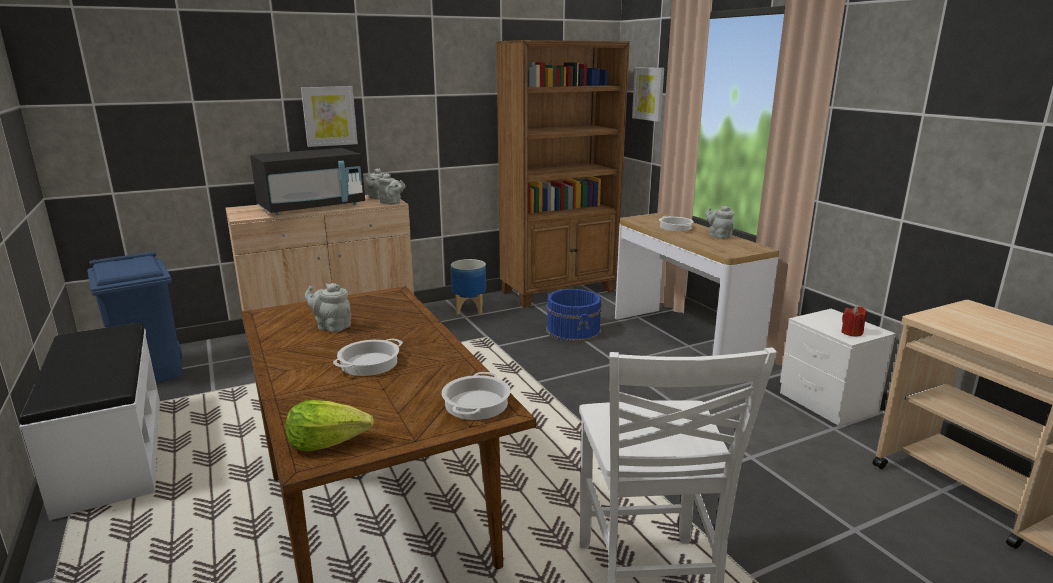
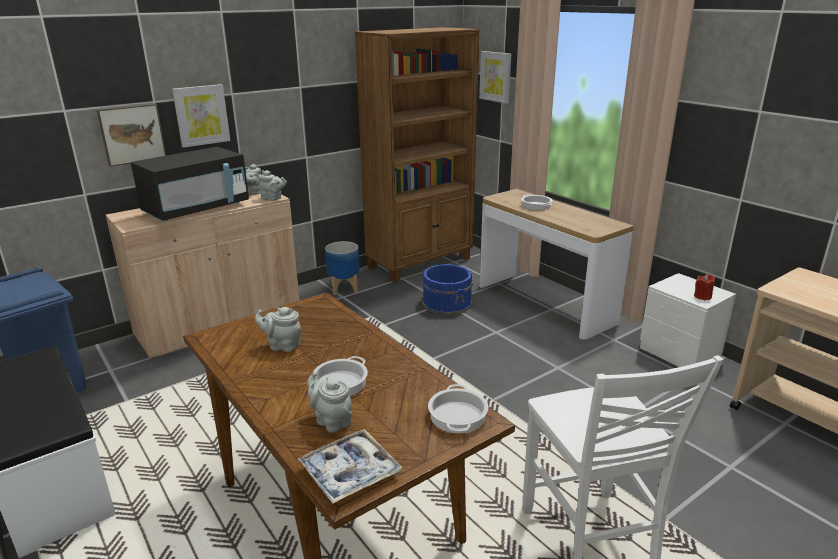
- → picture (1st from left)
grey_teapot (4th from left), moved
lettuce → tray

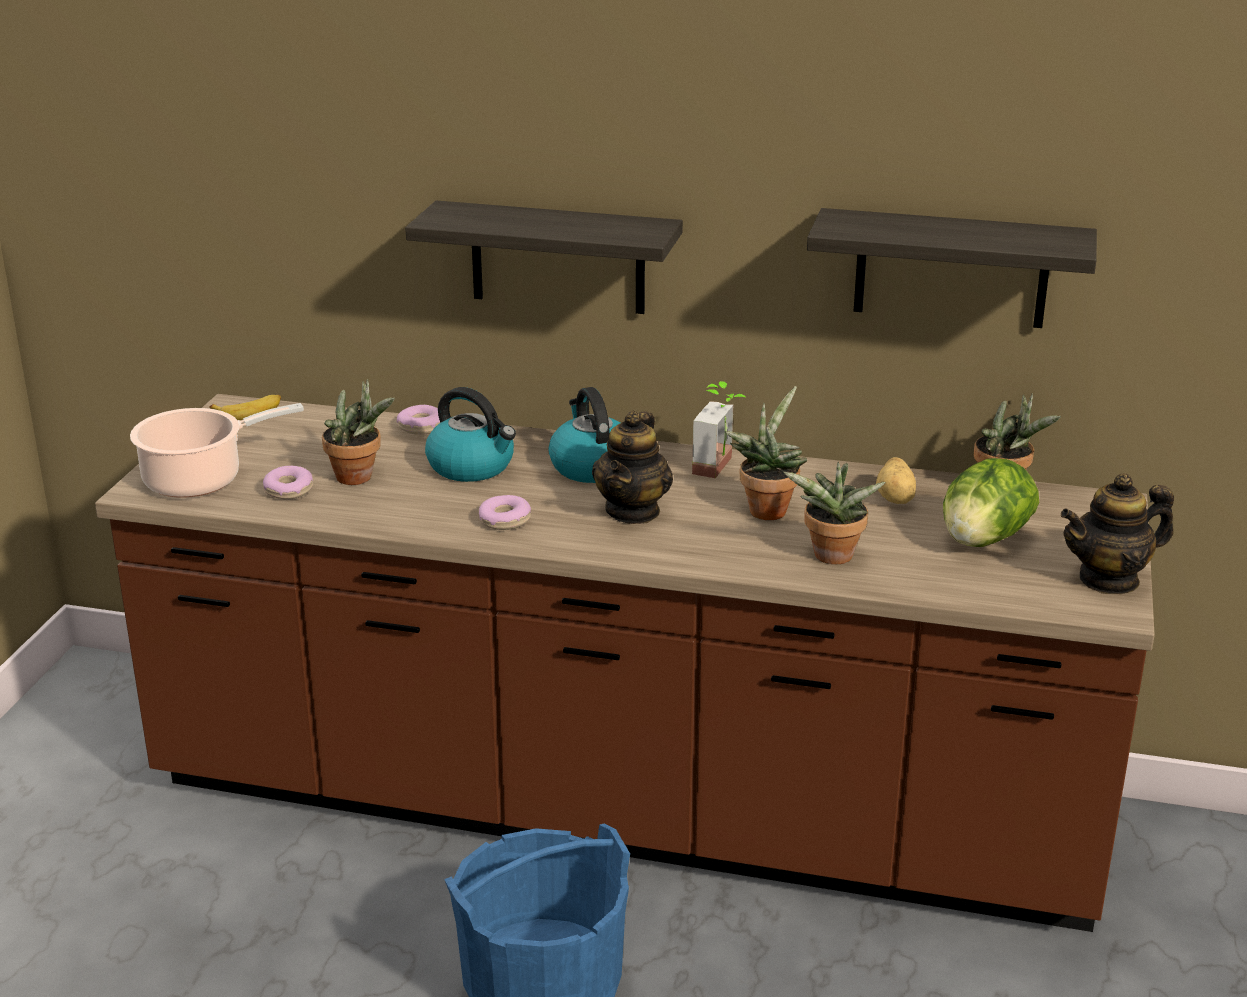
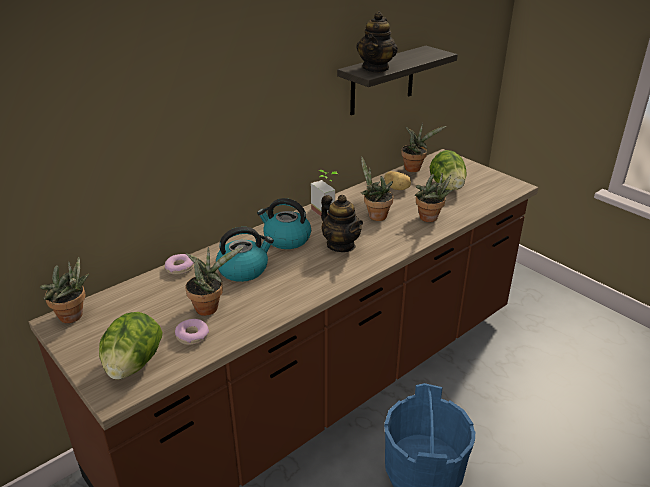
shelf (1st from left) → -
donut (3rd from left) → -
teapot (2nd from left), moved
cooking_pot → lettuce (1st from left)
banana → potted_plant (1st from left)

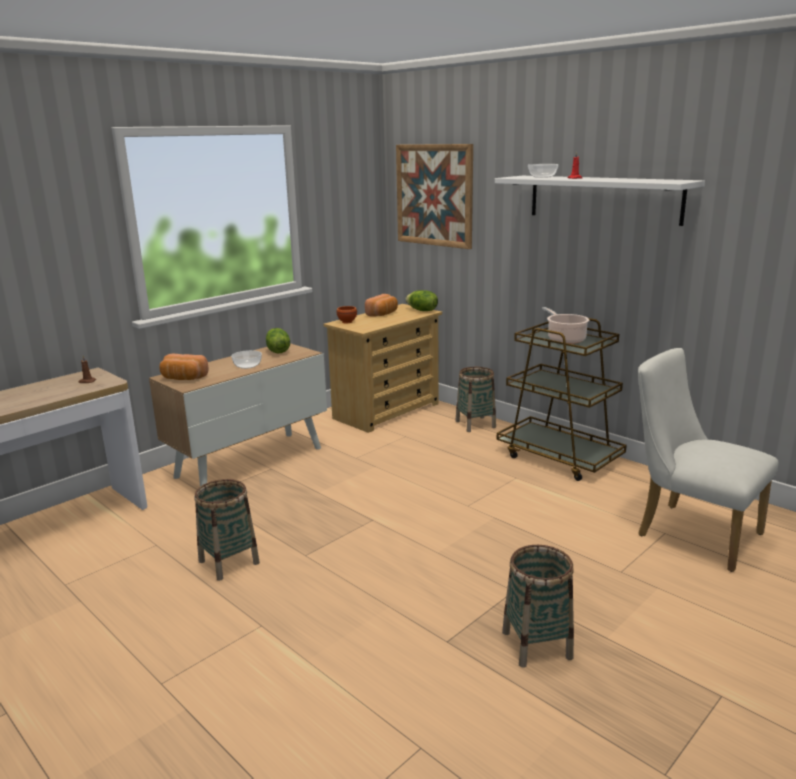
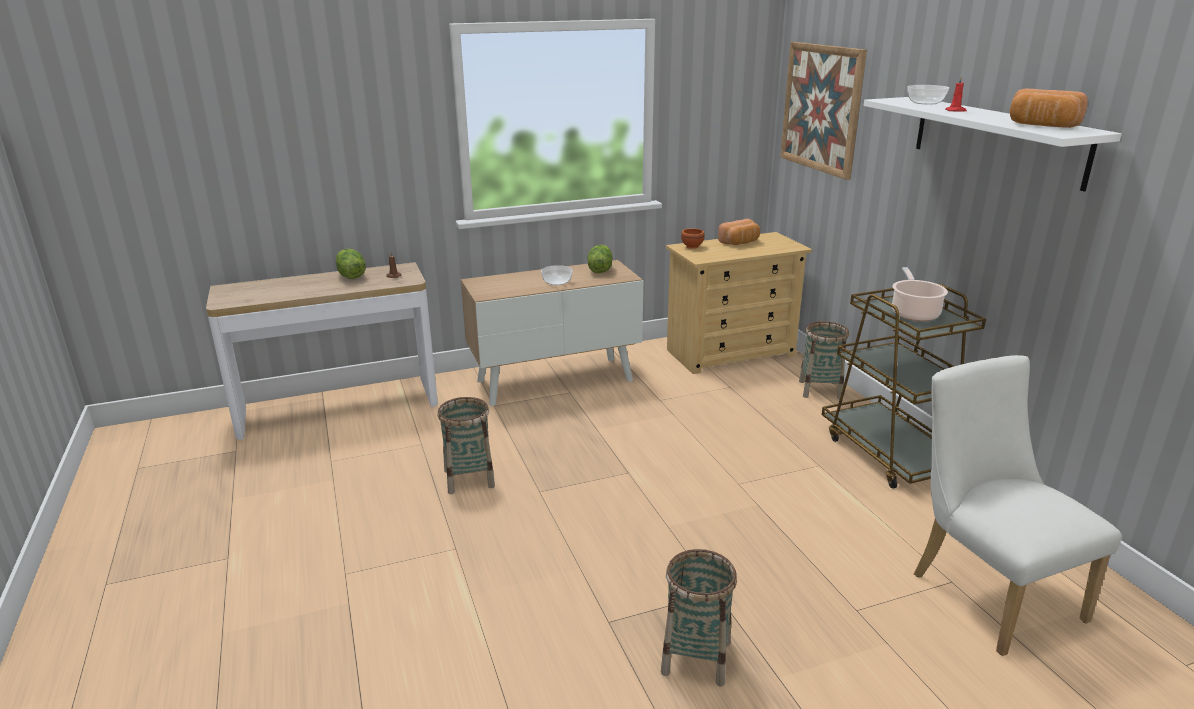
bread (1st from left in the first image) → bread (2nd from left), moved
lettuce (2nd from left in the first image) → lettuce (1st from left), moved

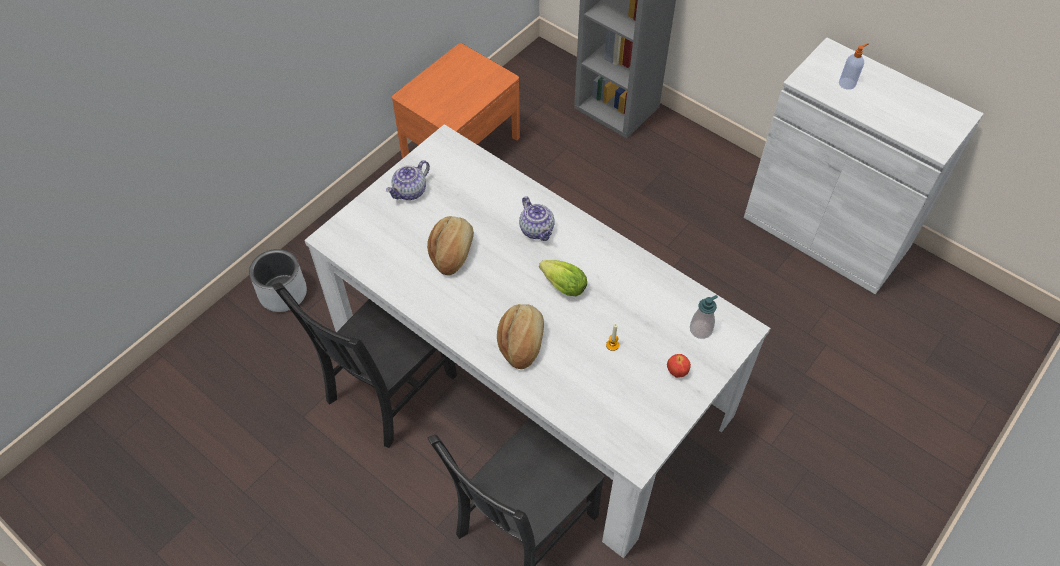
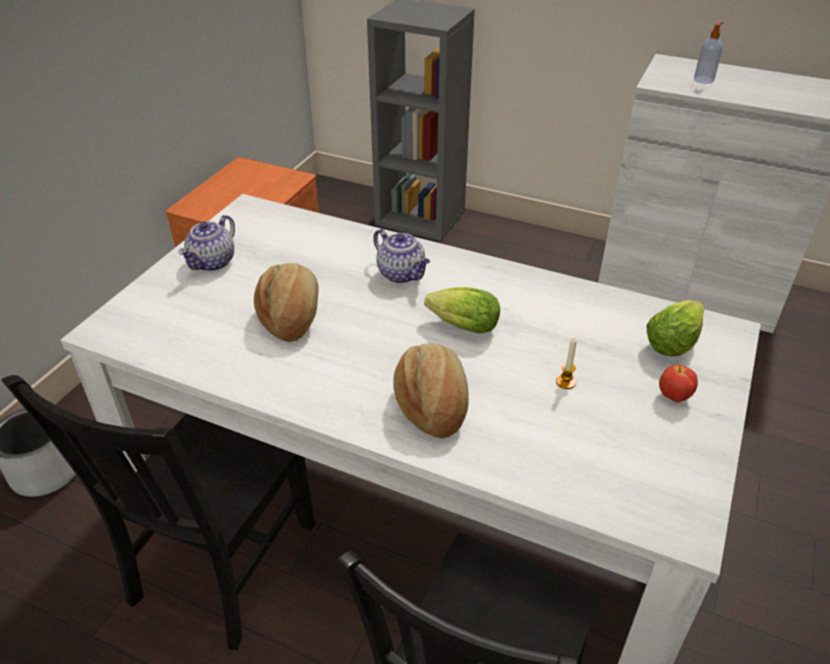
soap_dispenser (1st from left) → lettuce (2nd from left)

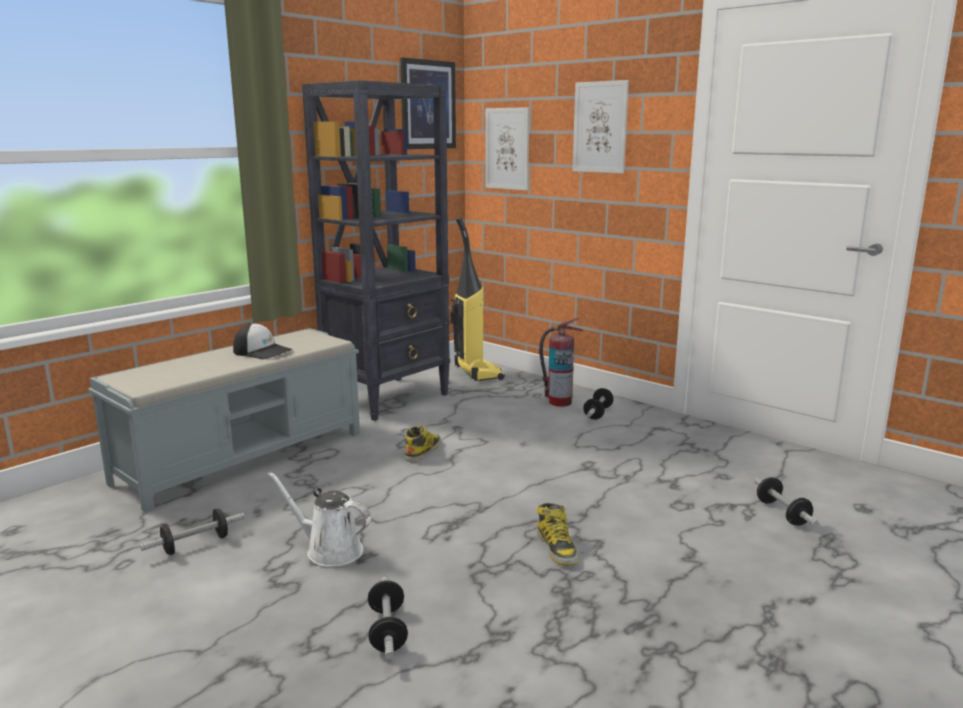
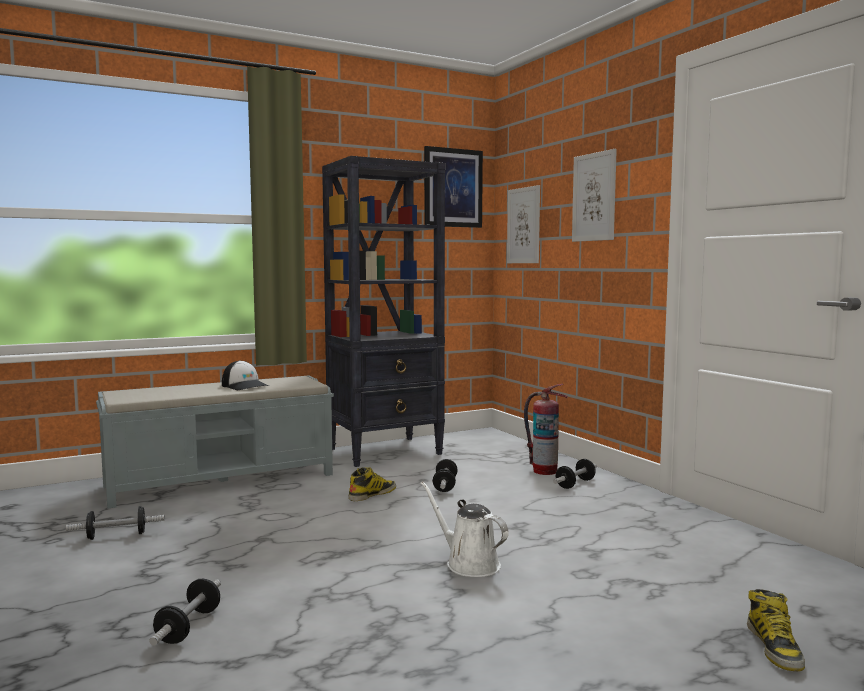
vacuum_cleaner → -
white_watering_can, moved
boot (2nd from left), moved
dumbbell (4th from left in the first image) → dumbbell (3rd from left), moved

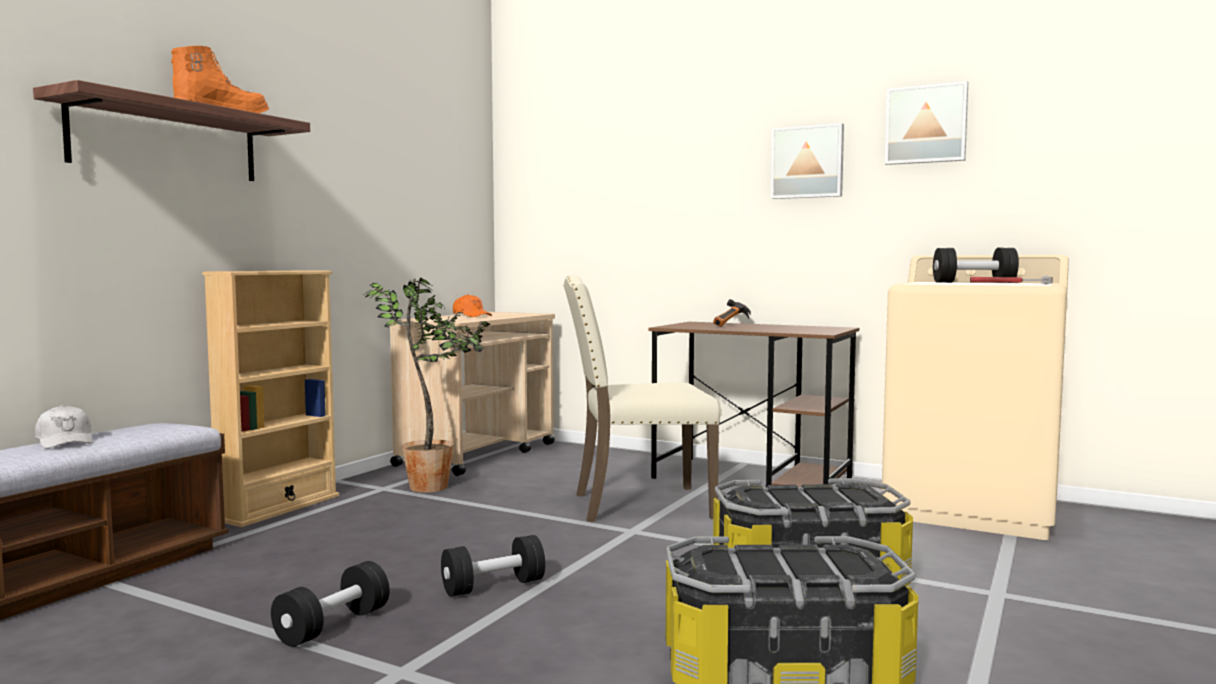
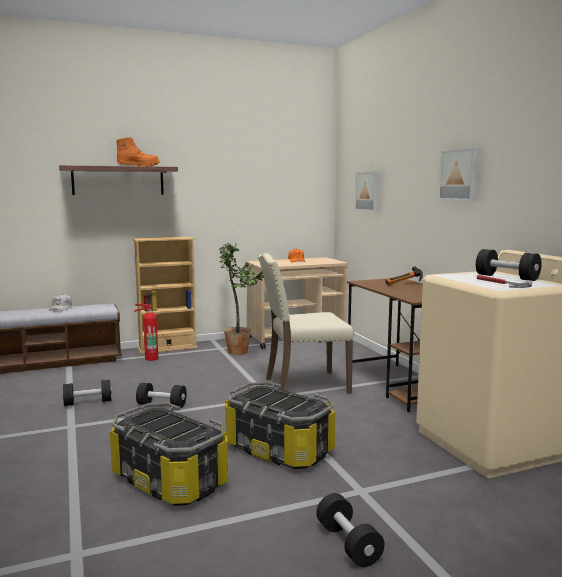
- → fire_extinguisher
- → black_dumbbell (3rd from left)
picture (2nd from left in the first image) → picture (1st from left), moved
beige_chair, 45 degrees counterclockwise

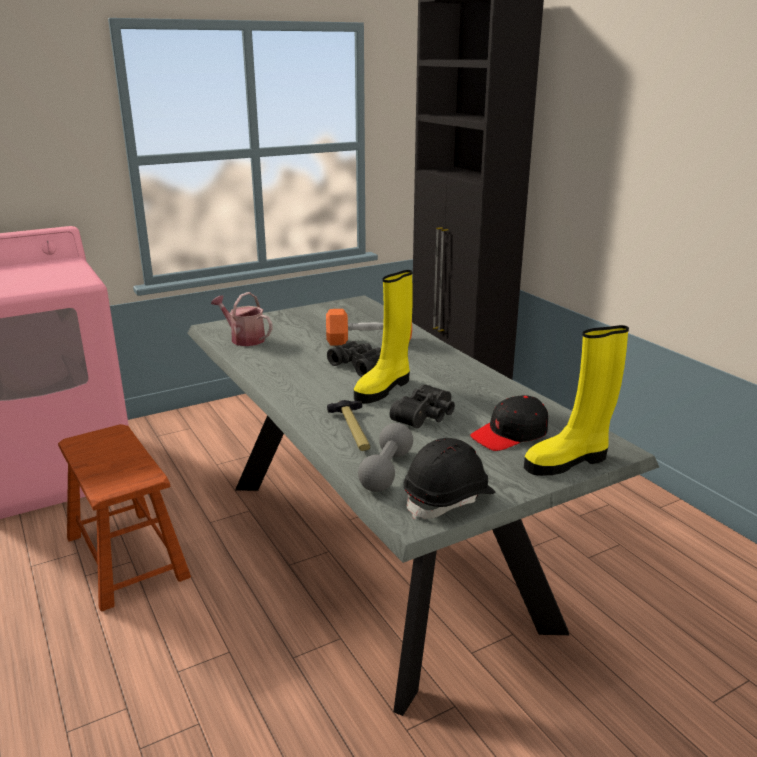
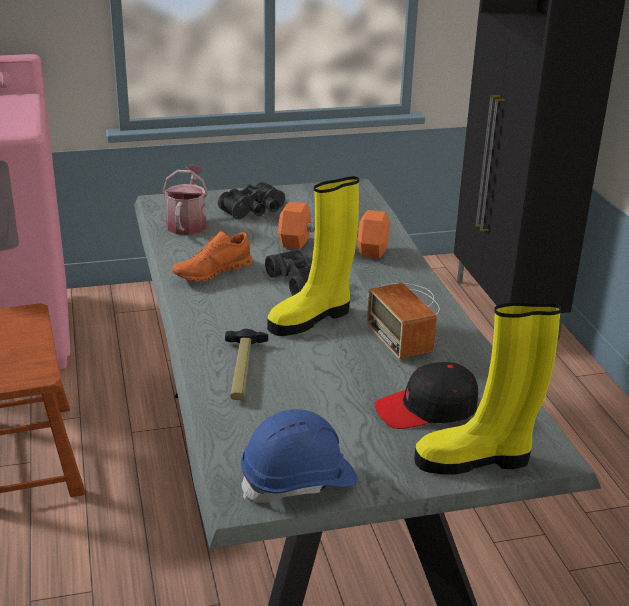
grey_dumbbell → -
- → orange_shoe
- → radio
black_binoculars (2nd from left in the first image) → black_binoculars (1st from left), moved
black_hard_hat → blue_hard_hat
watering_can, 45 degrees clockwise

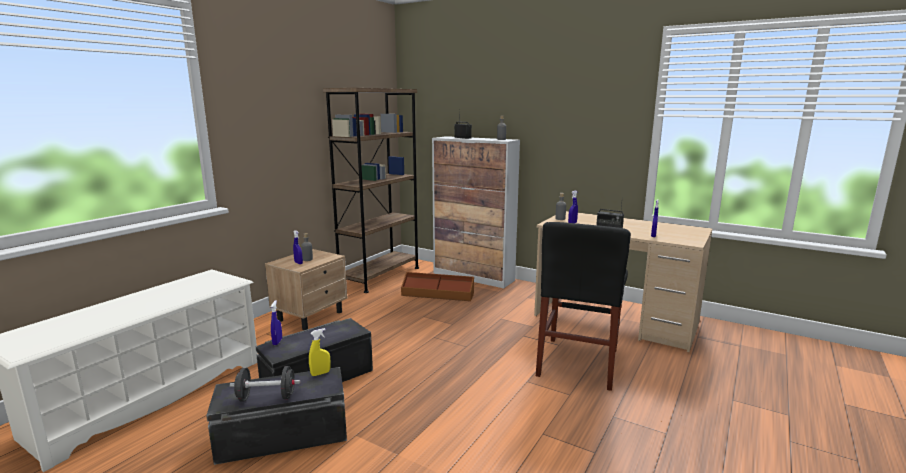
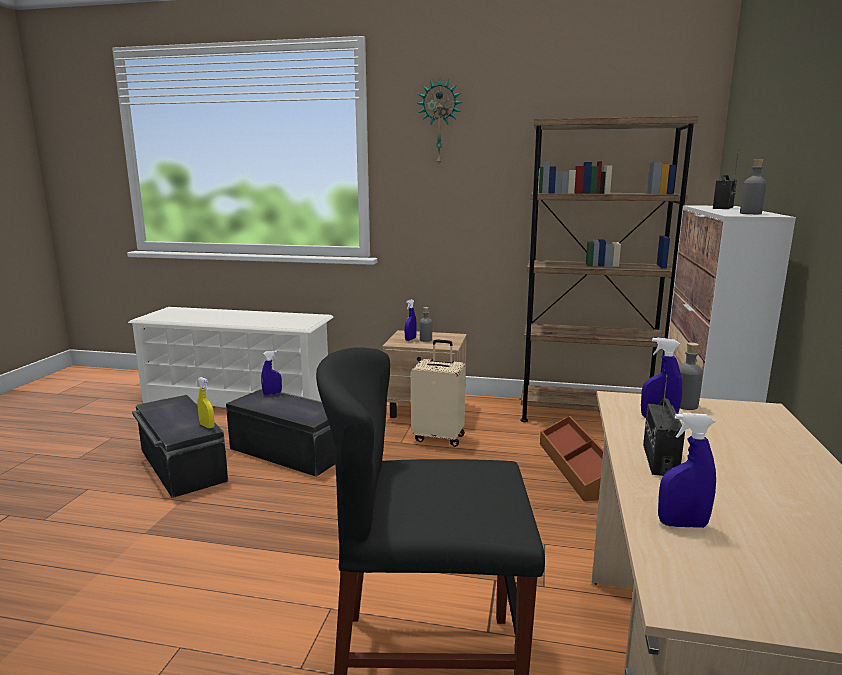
black_dumbbell → -
- → beige_suitcase
- → wall_clock

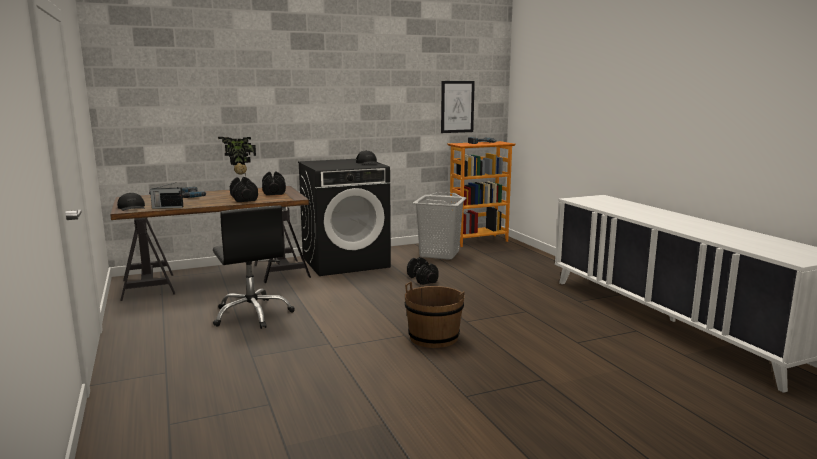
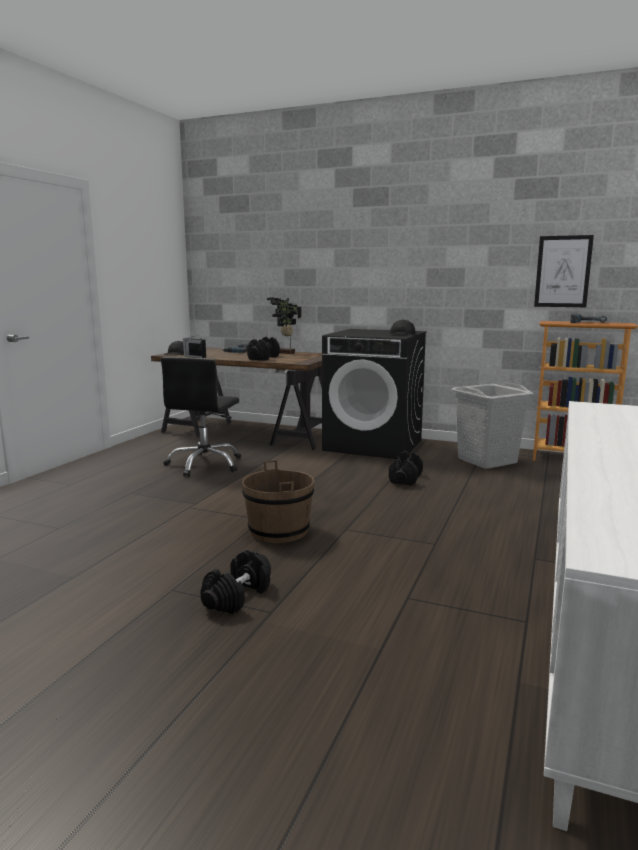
black_dumbbell (2nd from left in the first image) → black_dumbbell (1st from left), moved

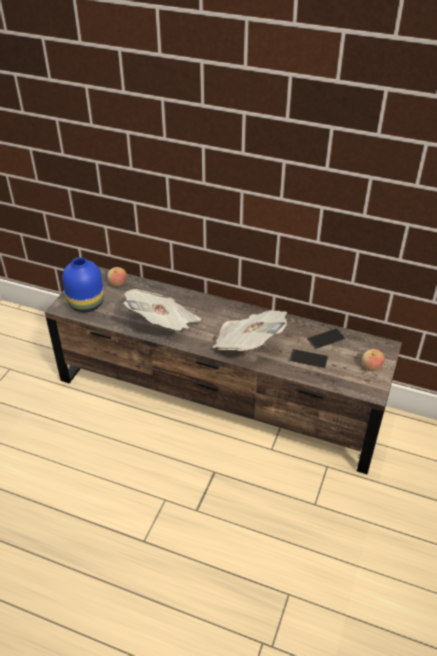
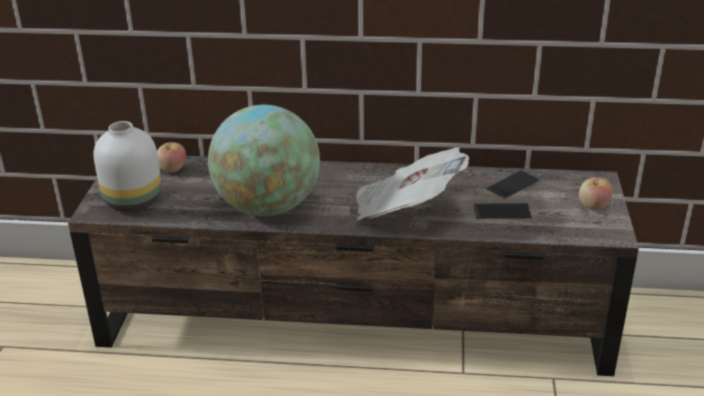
newspaper (1st from left) → globe
blue_vase → white_vase

